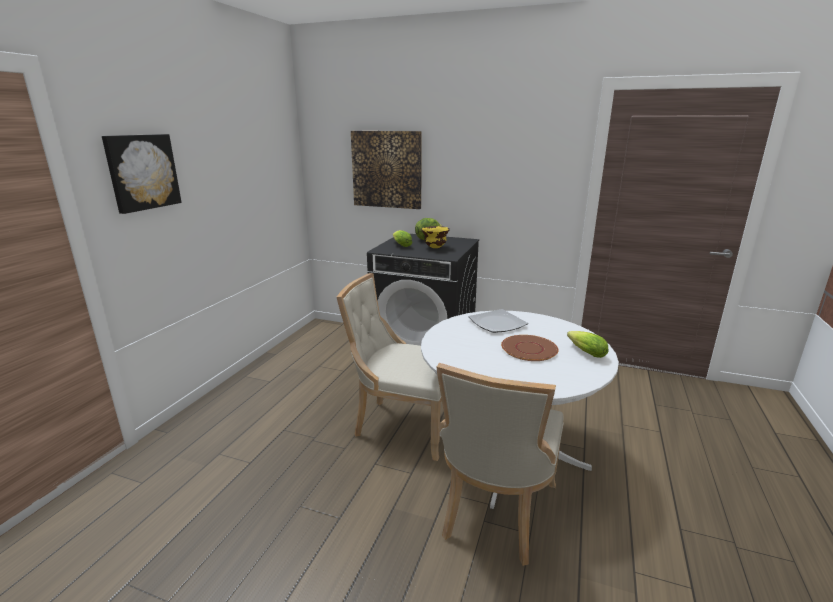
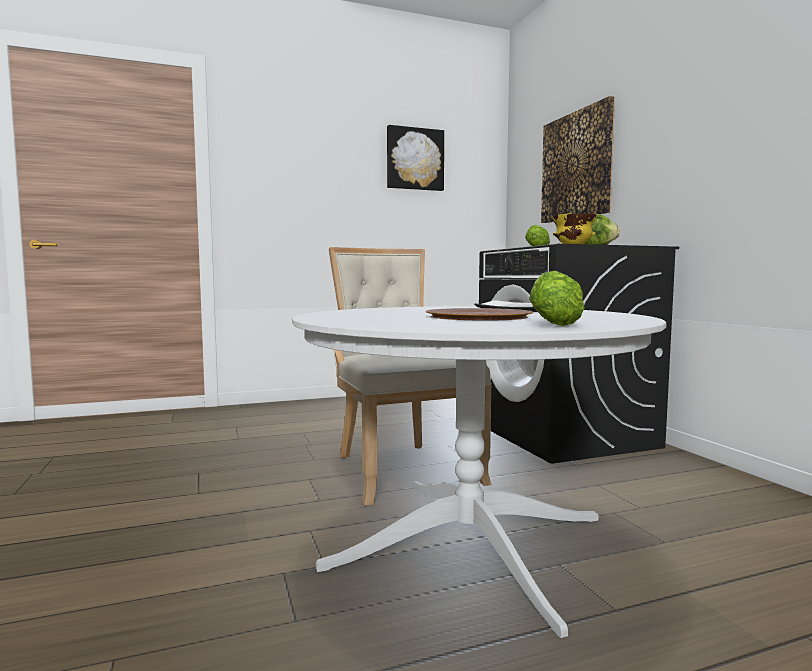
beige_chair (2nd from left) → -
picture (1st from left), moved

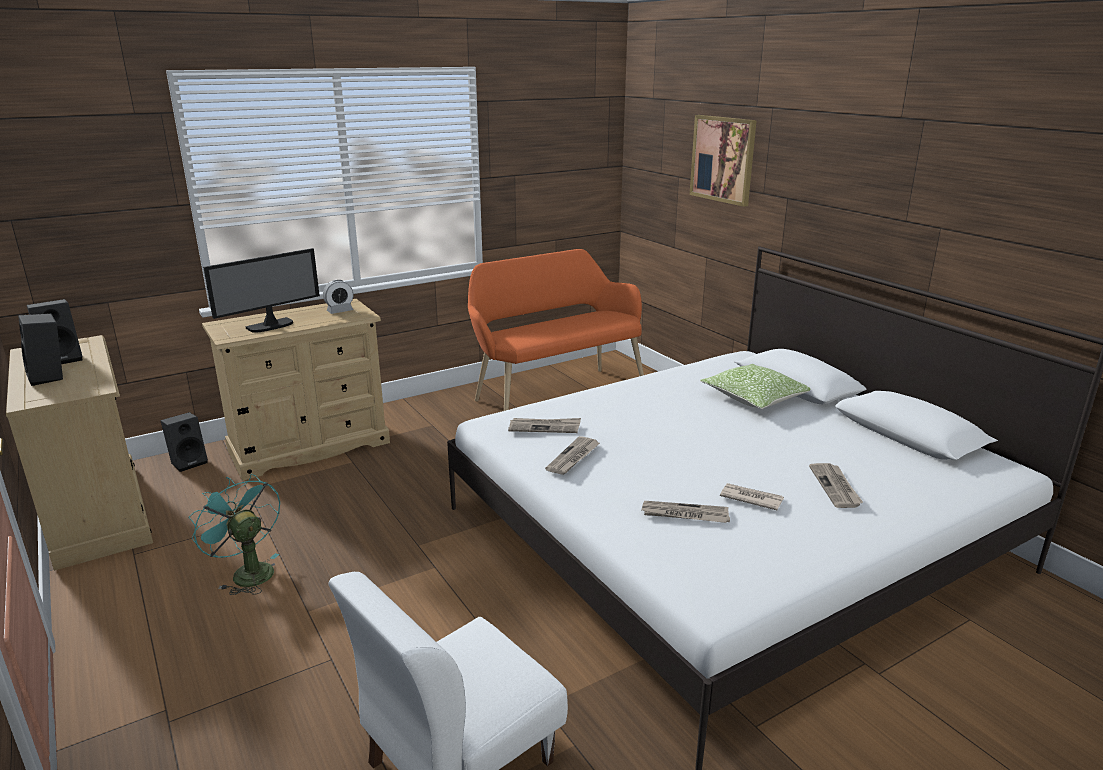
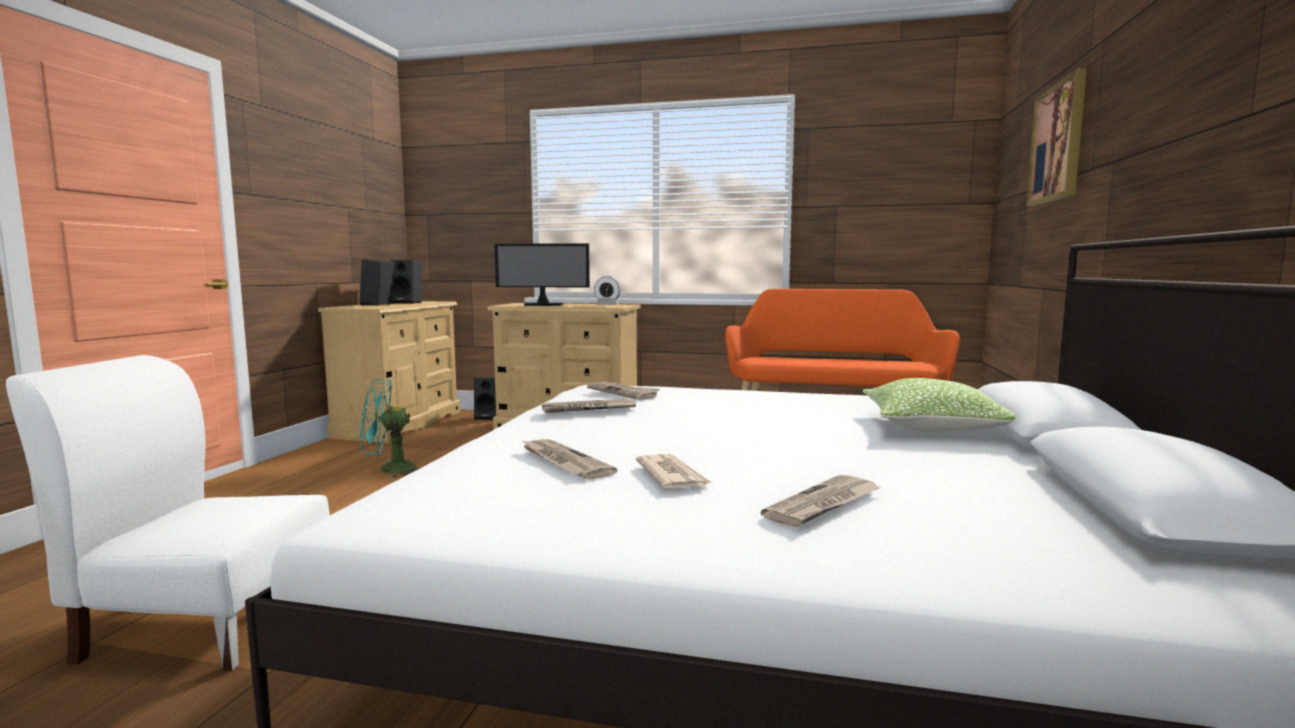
turquoise_fan, 105 degrees counterclockwise

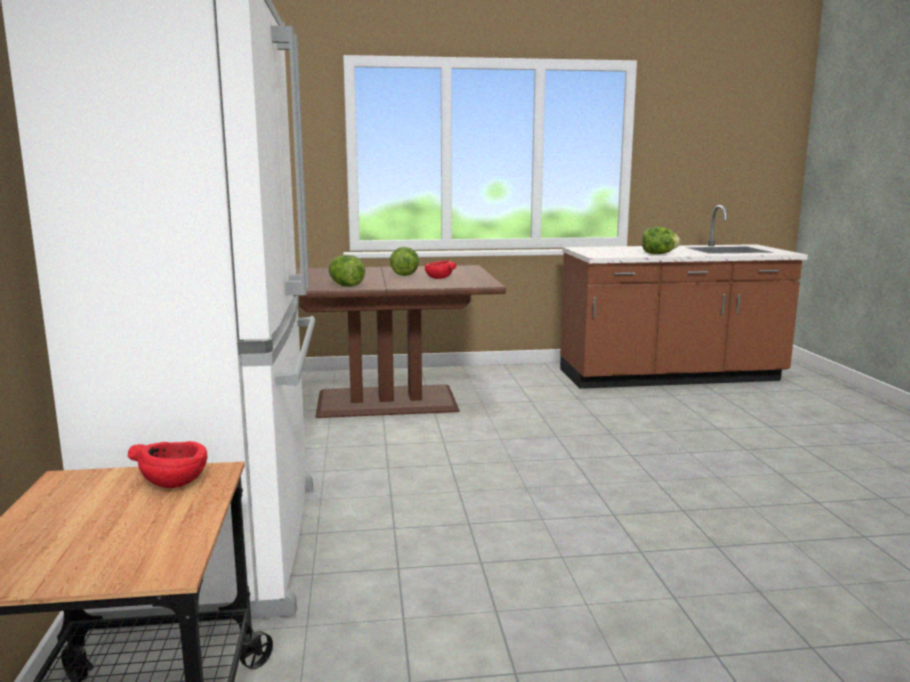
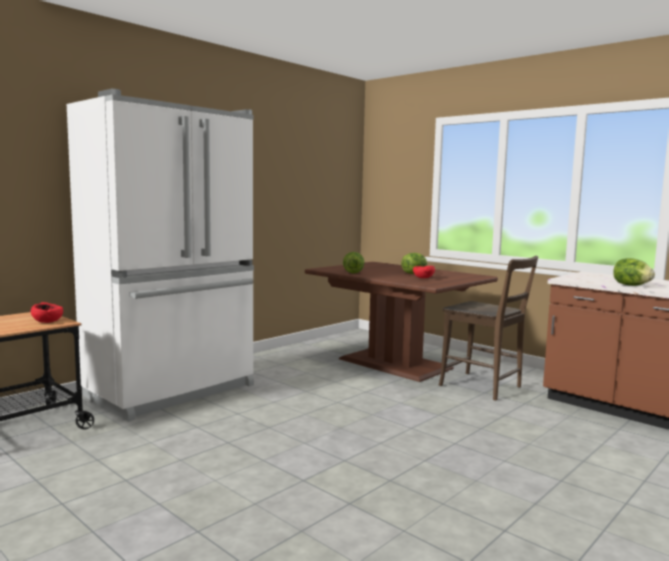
- → brown_chair

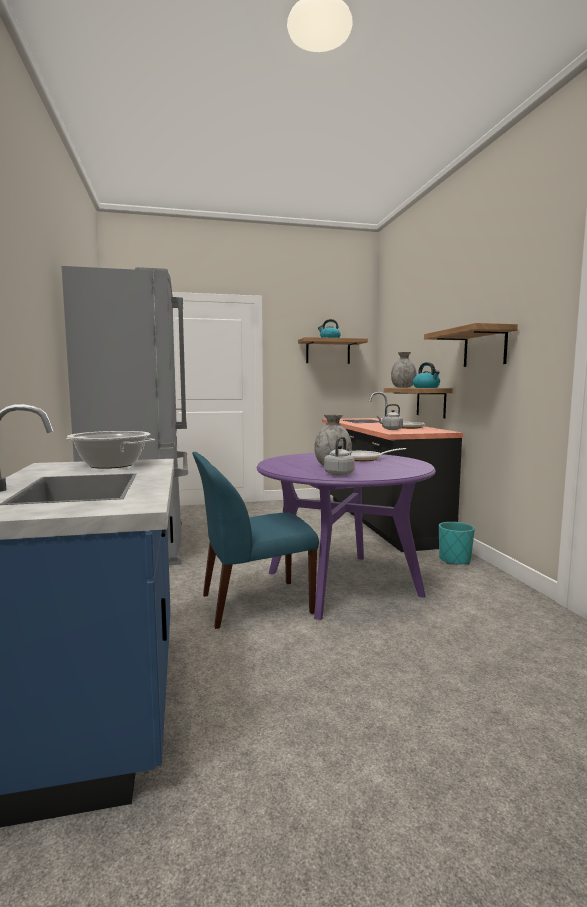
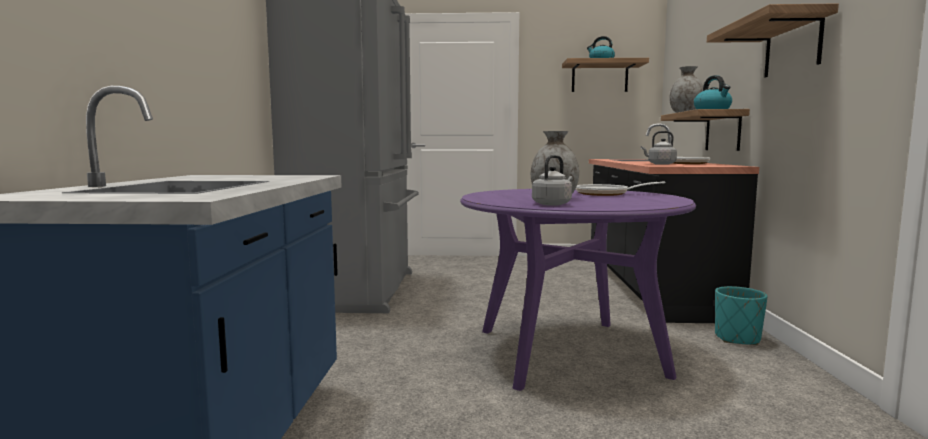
cooking_pot → -
blue_chair → -

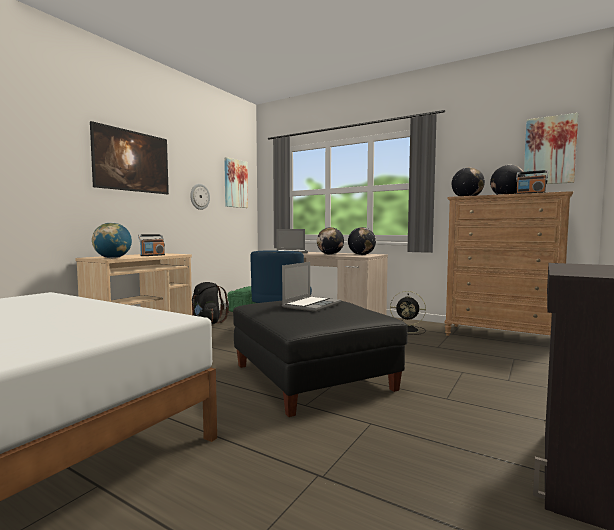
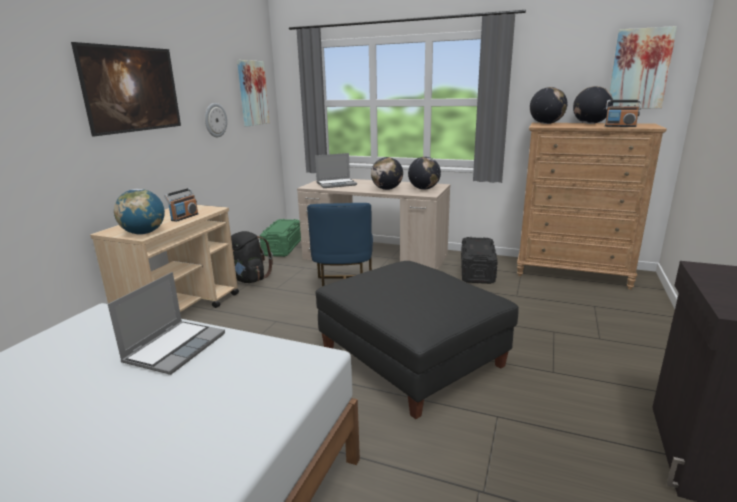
laptop (2nd from left in the first image) → laptop (1st from left), moved
black_fan → black_storage_box

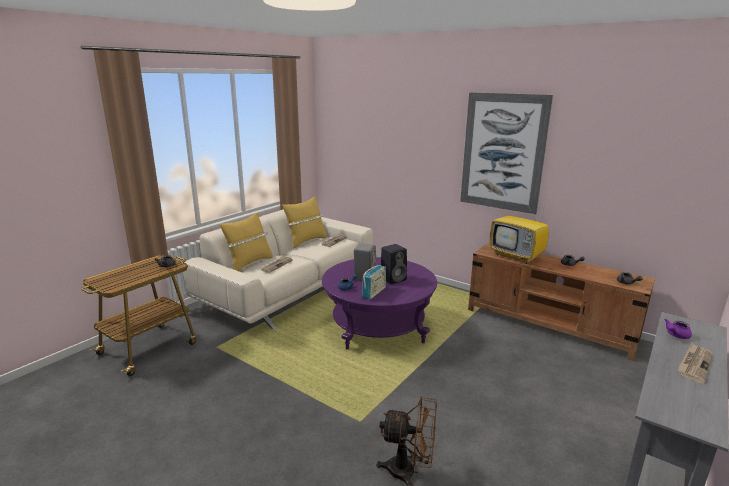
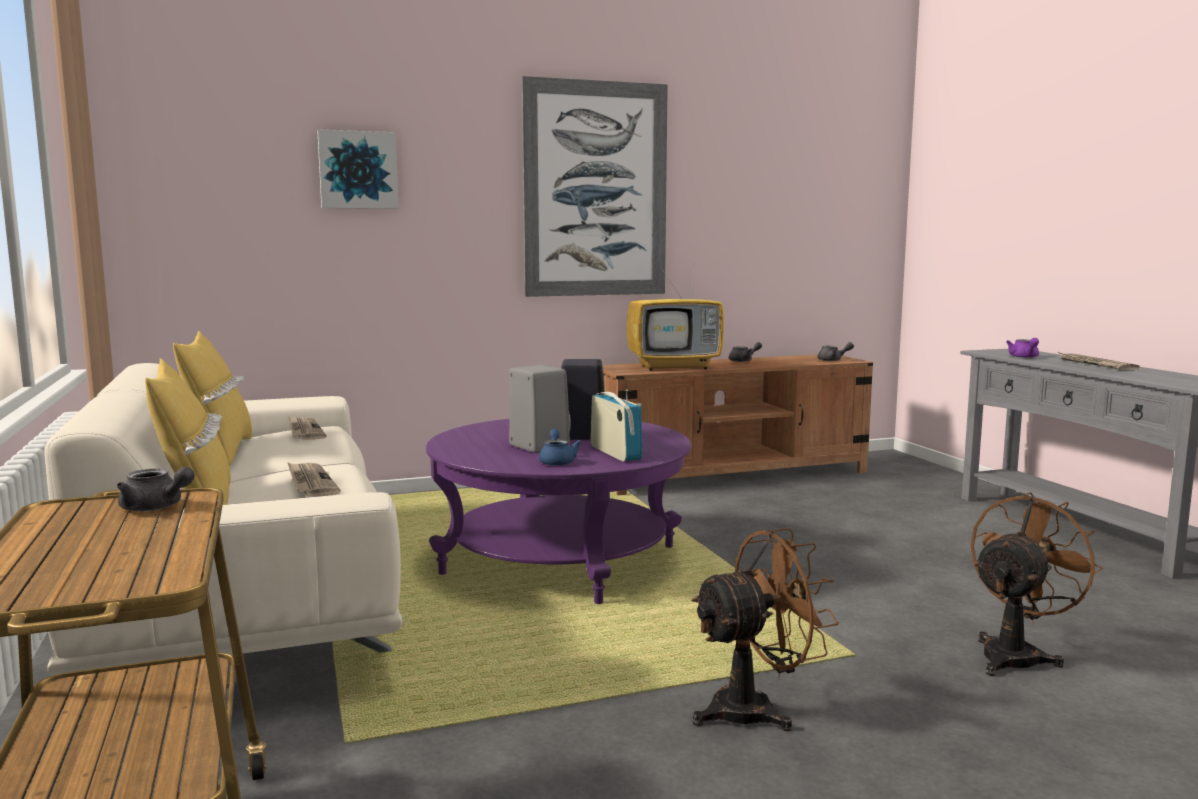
- → picture (1st from left)
- → brown_fan (1st from left)

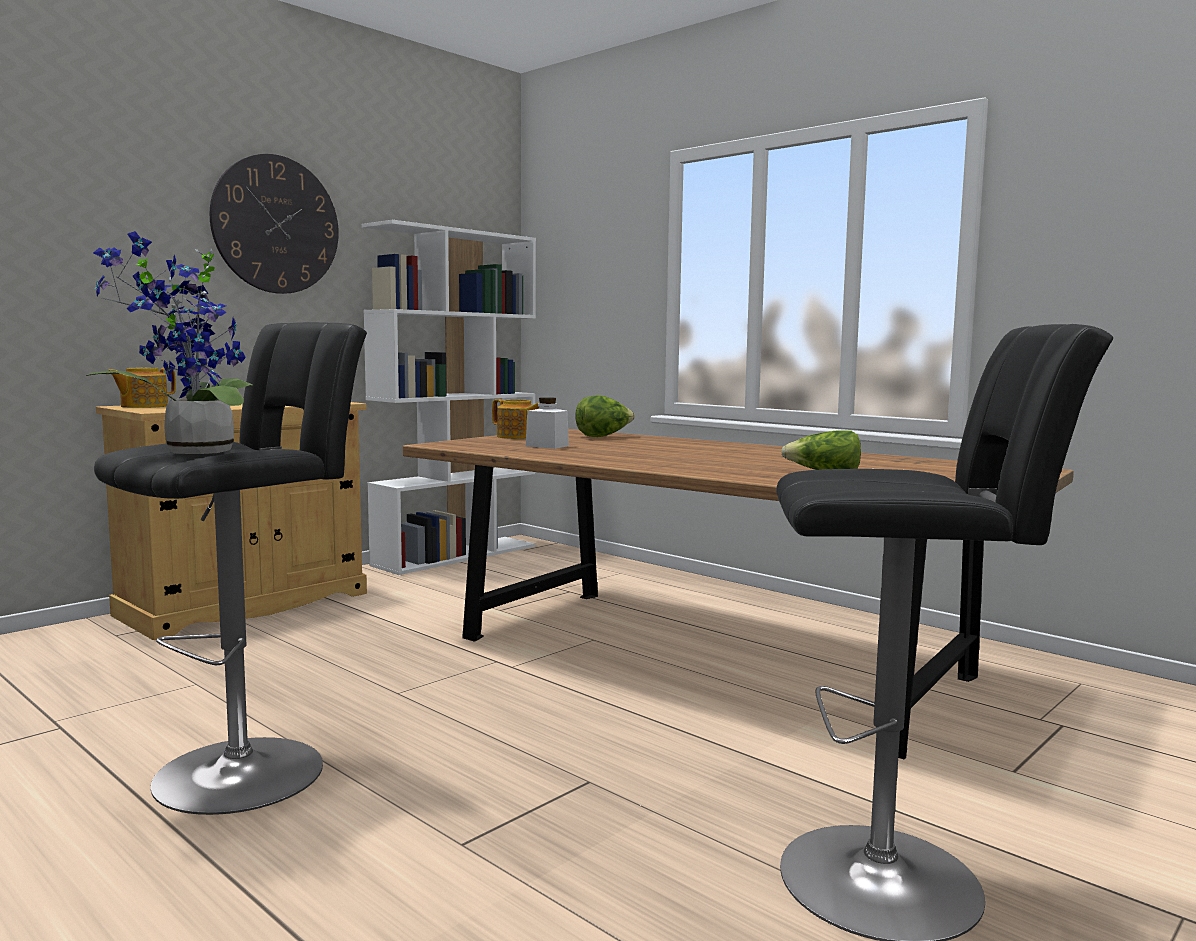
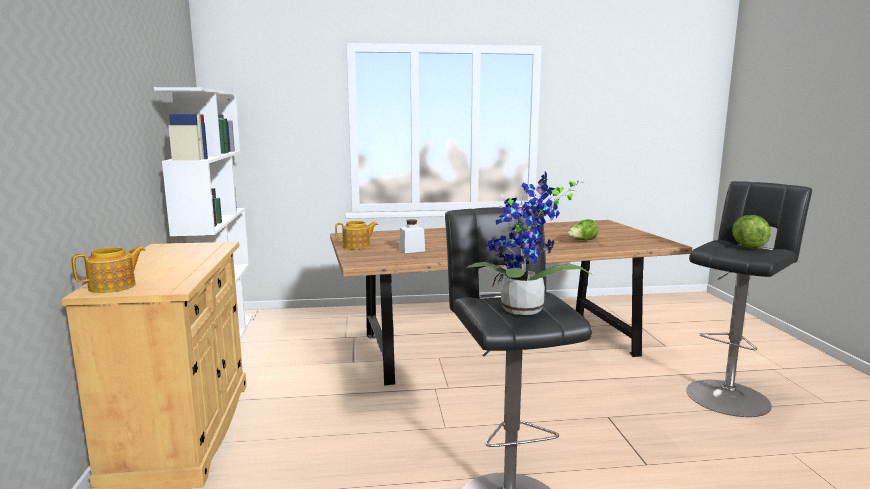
wall_clock → -
lettuce (1st from left in the first image) → lettuce (2nd from left), moved
teapot (1st from left), 120 degrees counterclockwise

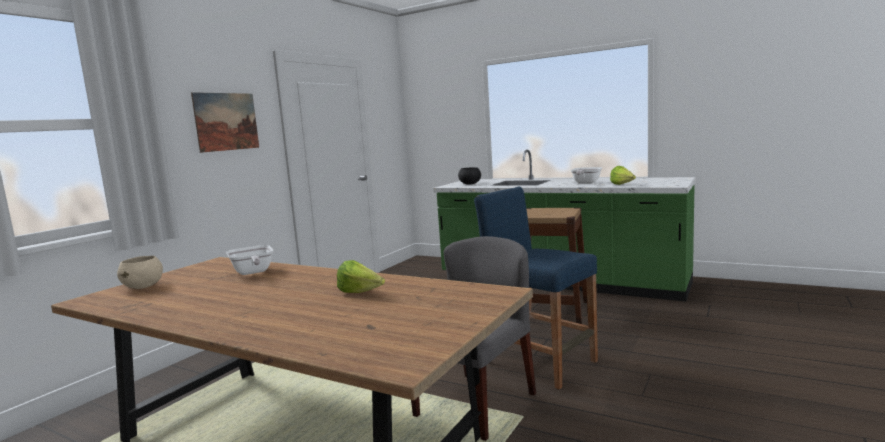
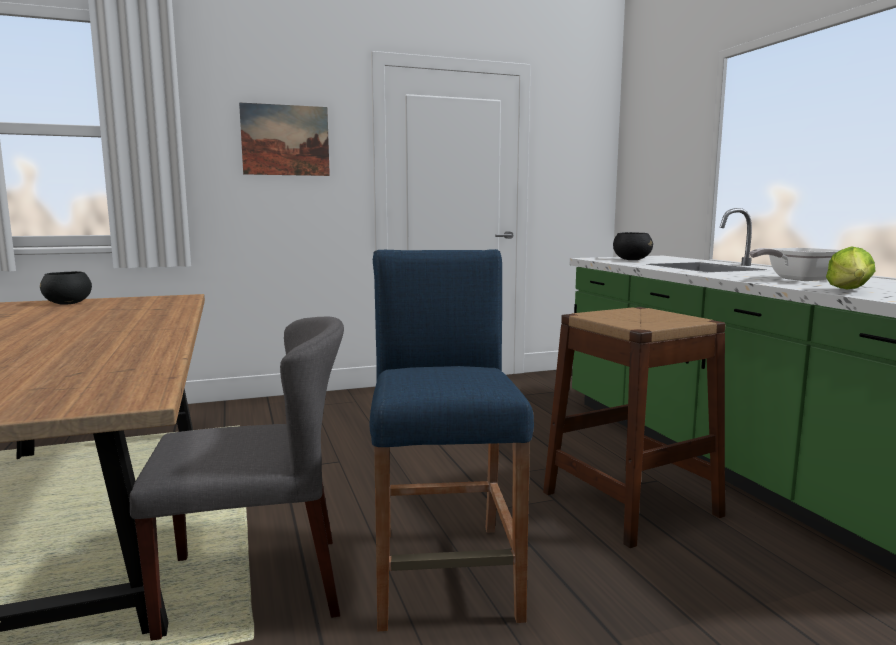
frying_pan (1st from left) → -
lettuce (1st from left) → -
beige_bowl → black_bowl (1st from left)

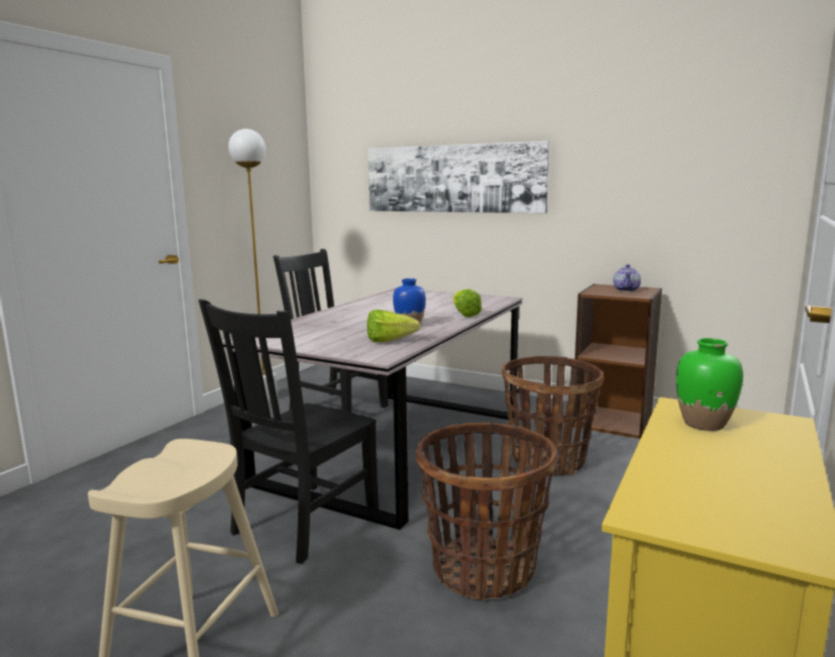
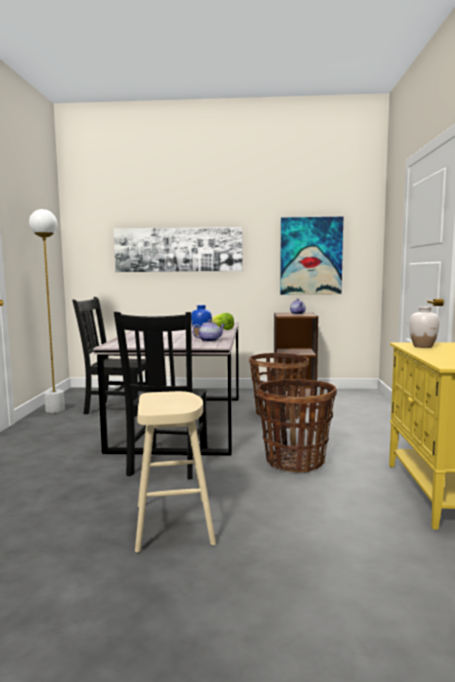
- → picture (2nd from left)
lettuce (1st from left) → teapot (1st from left)
green_vase → white_vase

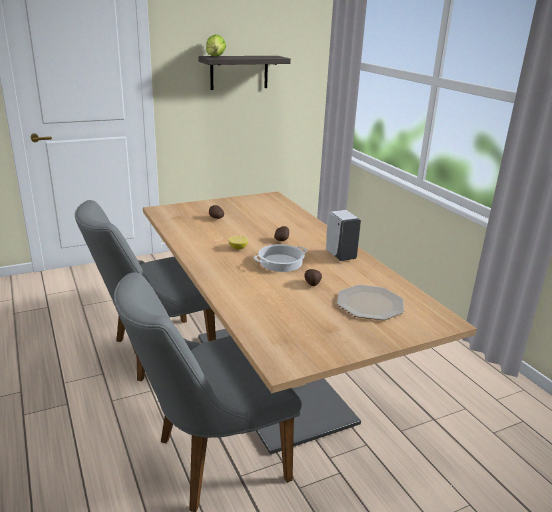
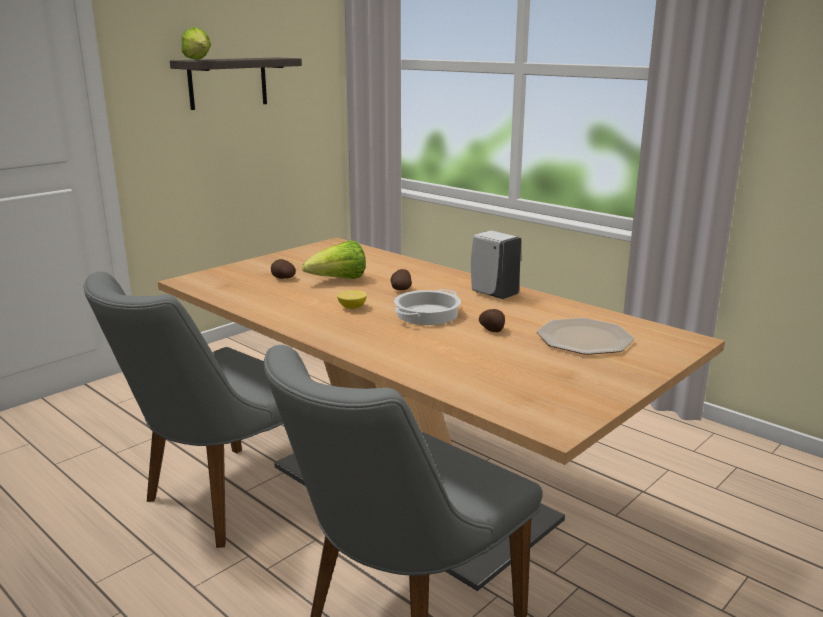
- → lettuce (2nd from left)

